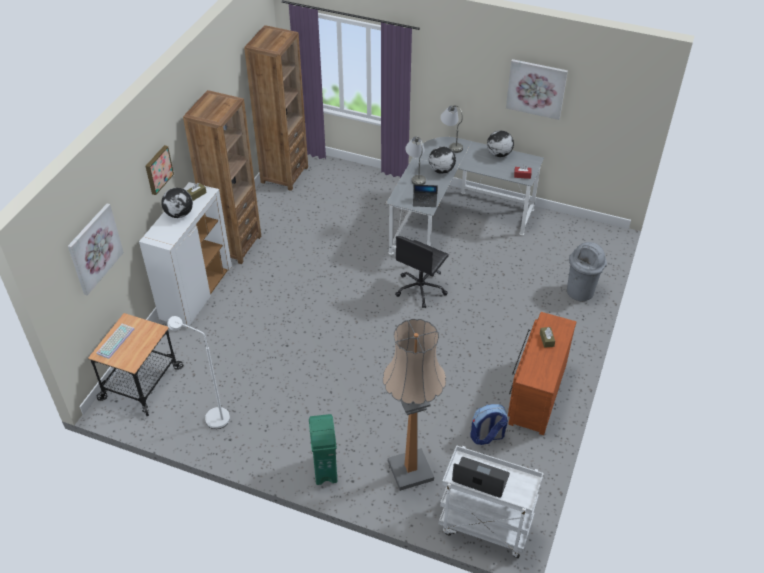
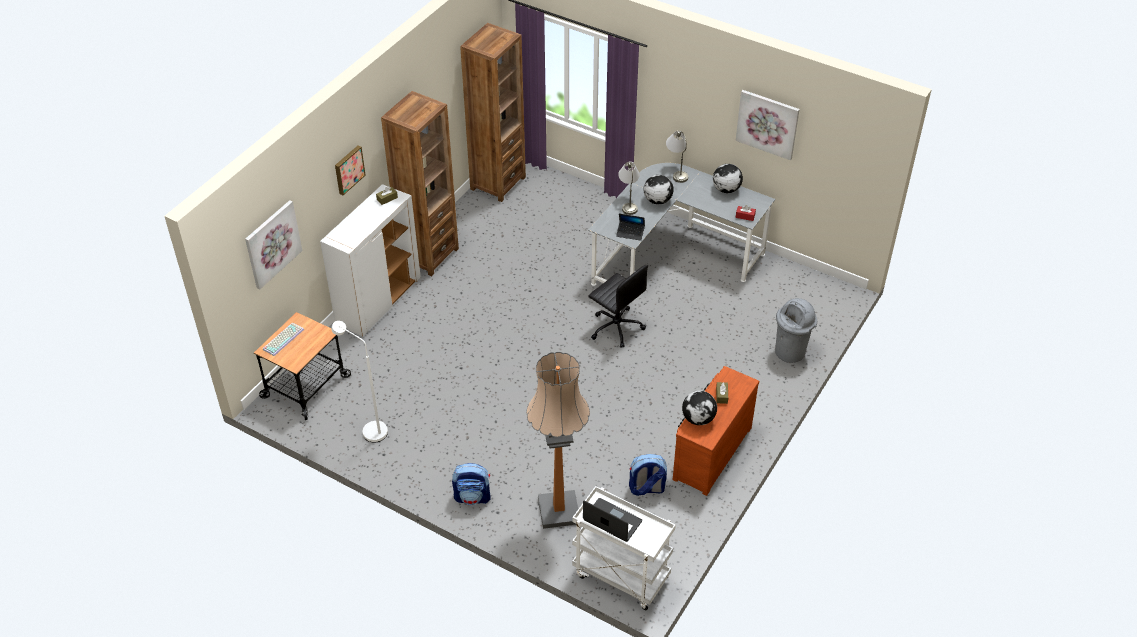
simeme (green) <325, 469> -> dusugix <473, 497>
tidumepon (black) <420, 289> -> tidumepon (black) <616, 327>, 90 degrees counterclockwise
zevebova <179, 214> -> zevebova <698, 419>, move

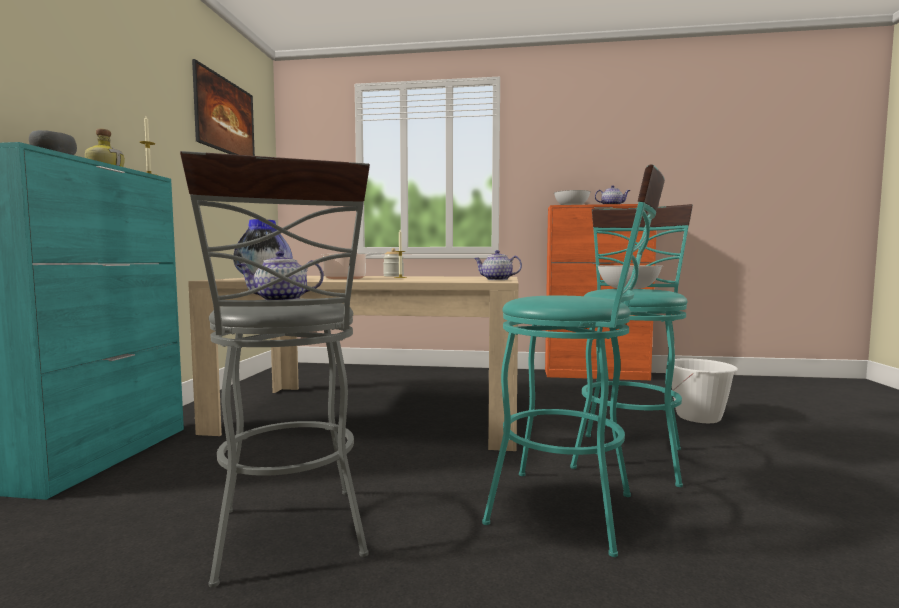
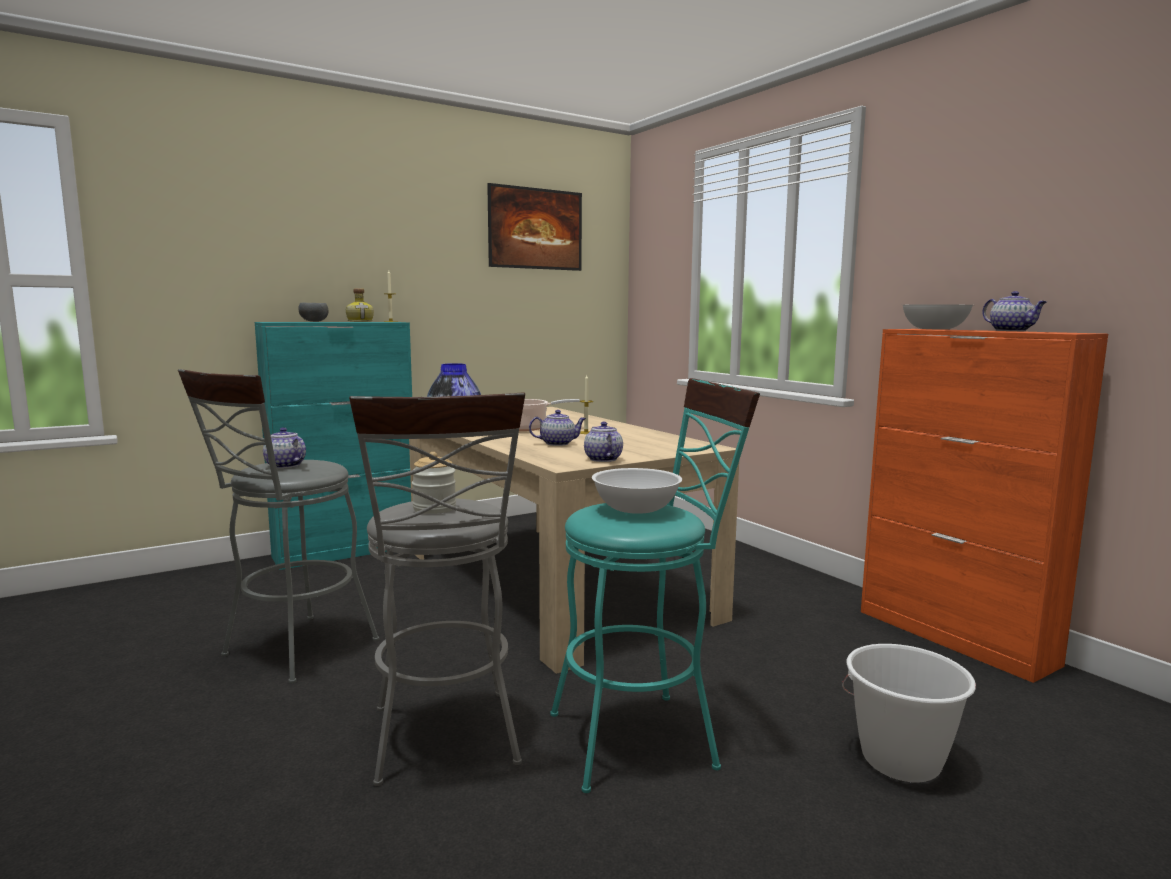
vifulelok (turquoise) <575, 511> -> vifulelok (grey) <446, 743>
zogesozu <393, 276> -> zogesozu <434, 508>, move
none -> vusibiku <558, 443>

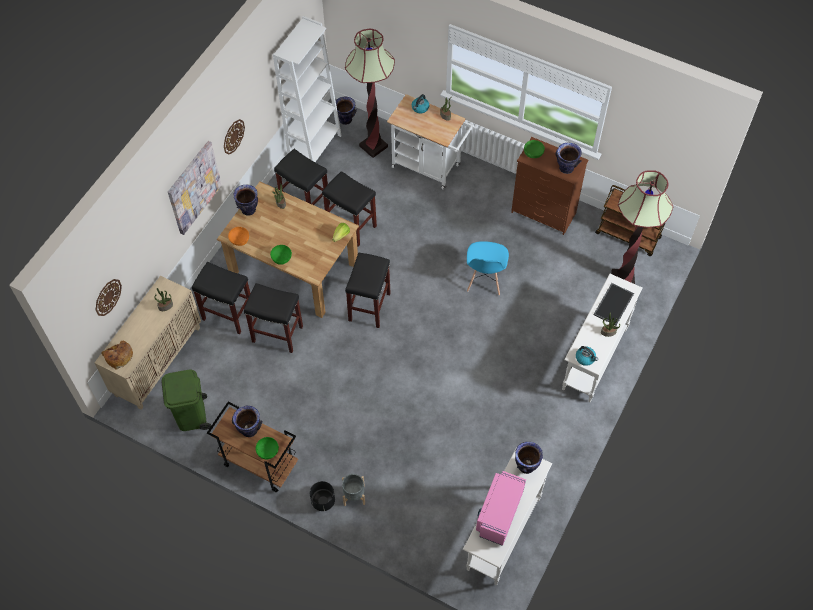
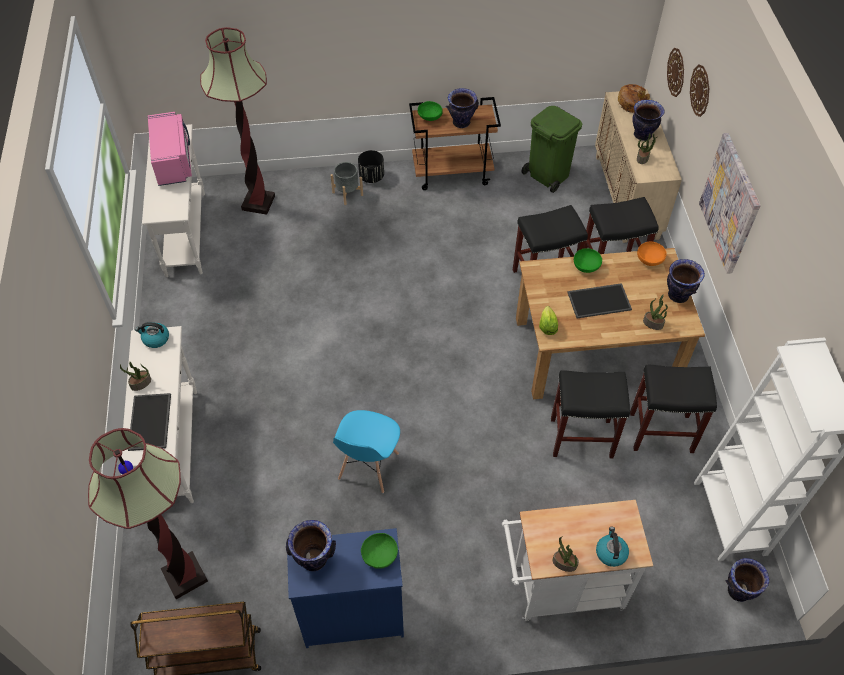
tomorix <373, 146> -> tomorix <258, 203>, move
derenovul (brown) <544, 213> -> derenovul (blue) <352, 616>
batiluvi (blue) <484, 280> -> batiluvi (blue) <368, 467>, 135 degrees counterclockwise
none -> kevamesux <599, 300>
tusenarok <526, 466> -> tusenarok <643, 135>, move
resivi <233, 136> -> resivi <700, 90>, move
vifulelok (black) <369, 307> -> none

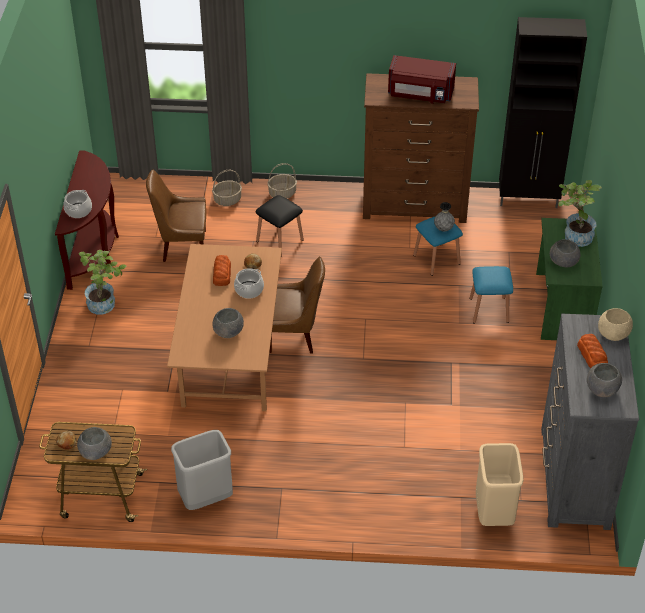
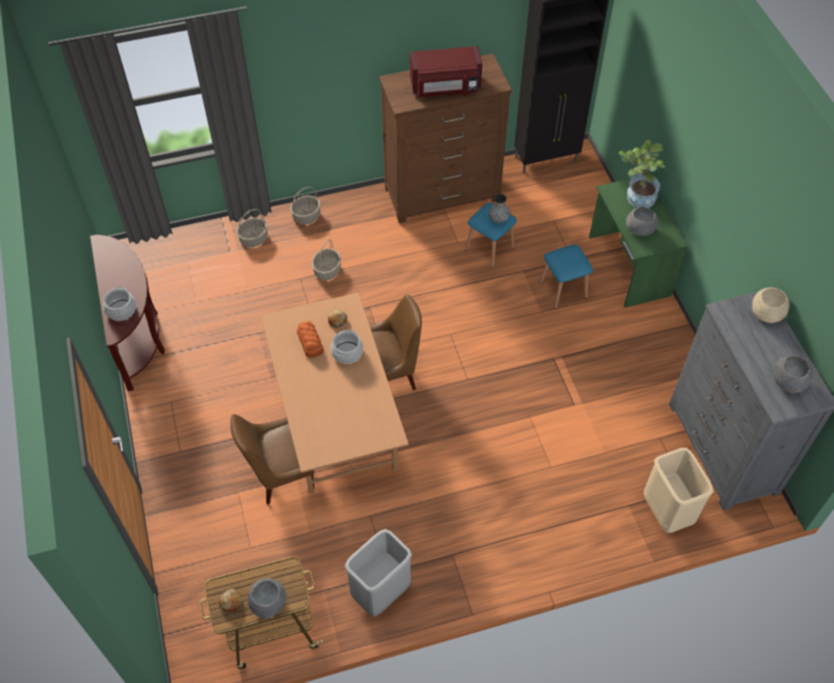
batiluvi (brown) <182, 246> -> batiluvi (brown) <279, 474>, move
vifulelok (black) <280, 240> -> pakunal <327, 270>
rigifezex <105, 303> -> none
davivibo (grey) <228, 332> -> none
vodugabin <592, 355> -> none

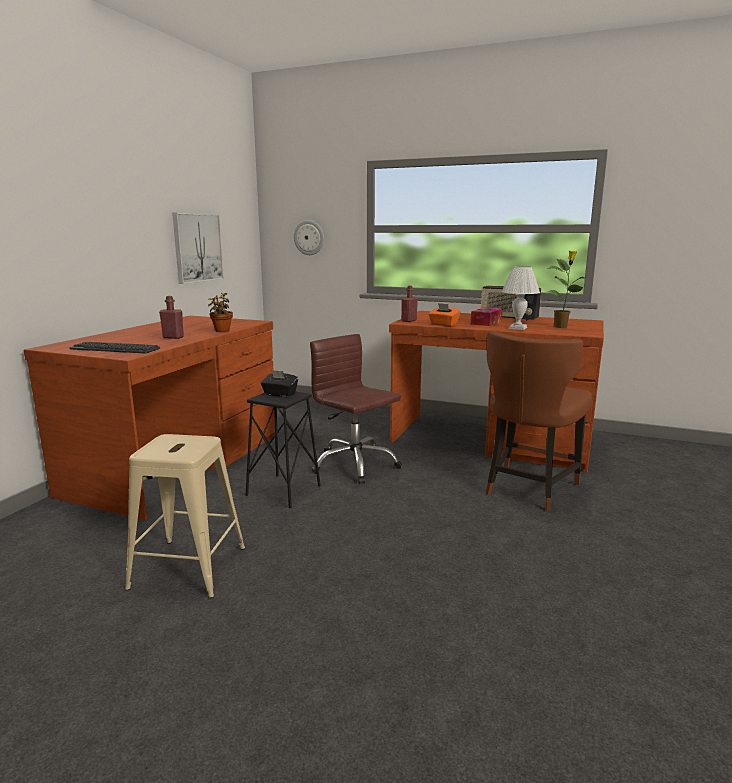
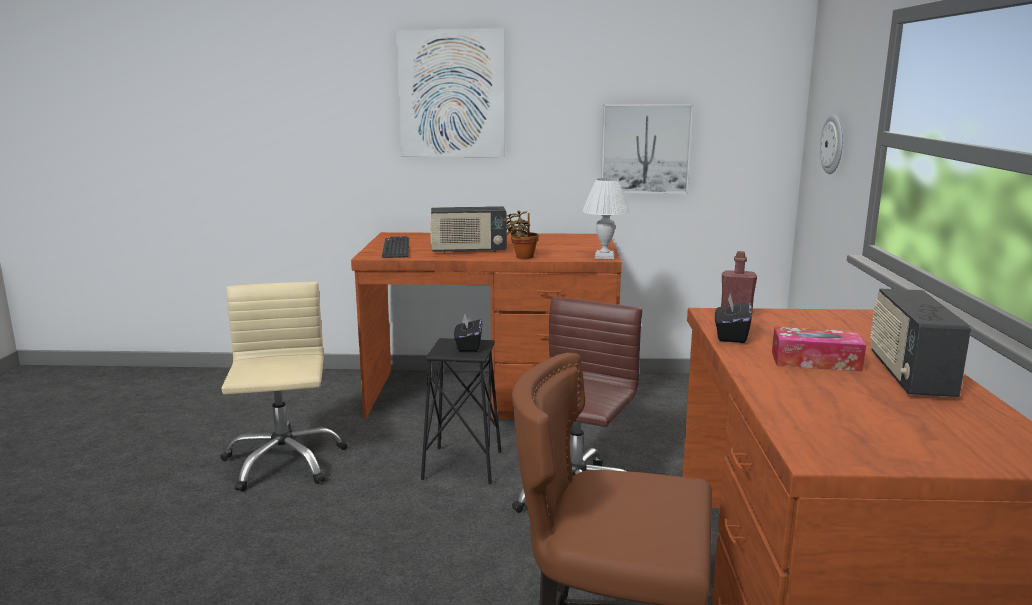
vifulelok (beige) <189, 568> -> tidumepon (beige) <283, 462>
none -> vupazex <452, 94>
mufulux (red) <173, 337> -> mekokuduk <468, 251>
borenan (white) <517, 328> -> borenan (white) <604, 256>, move
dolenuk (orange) <443, 325> -> dolenuk (black) <731, 336>
rigifezex <561, 327> -> none

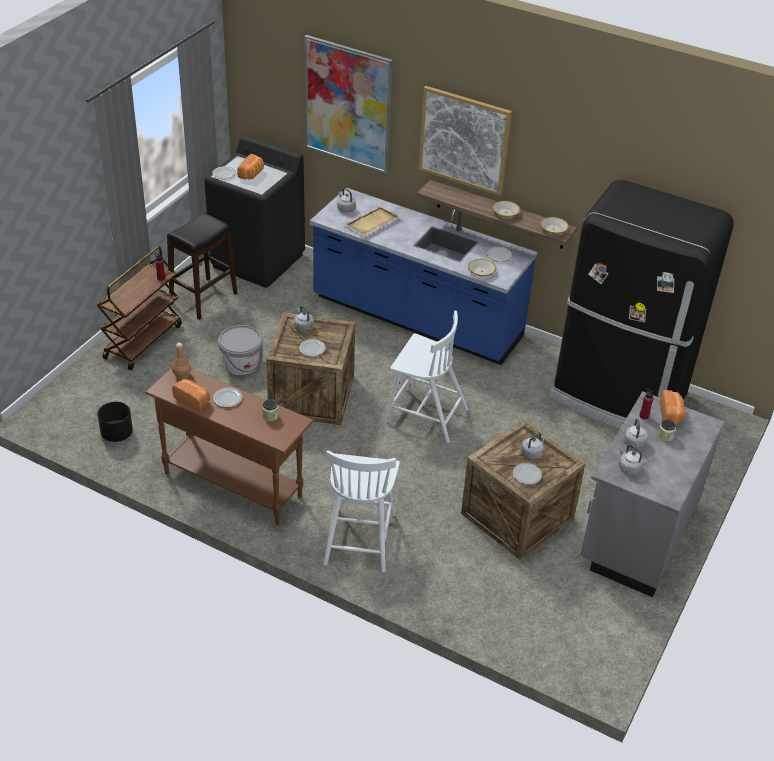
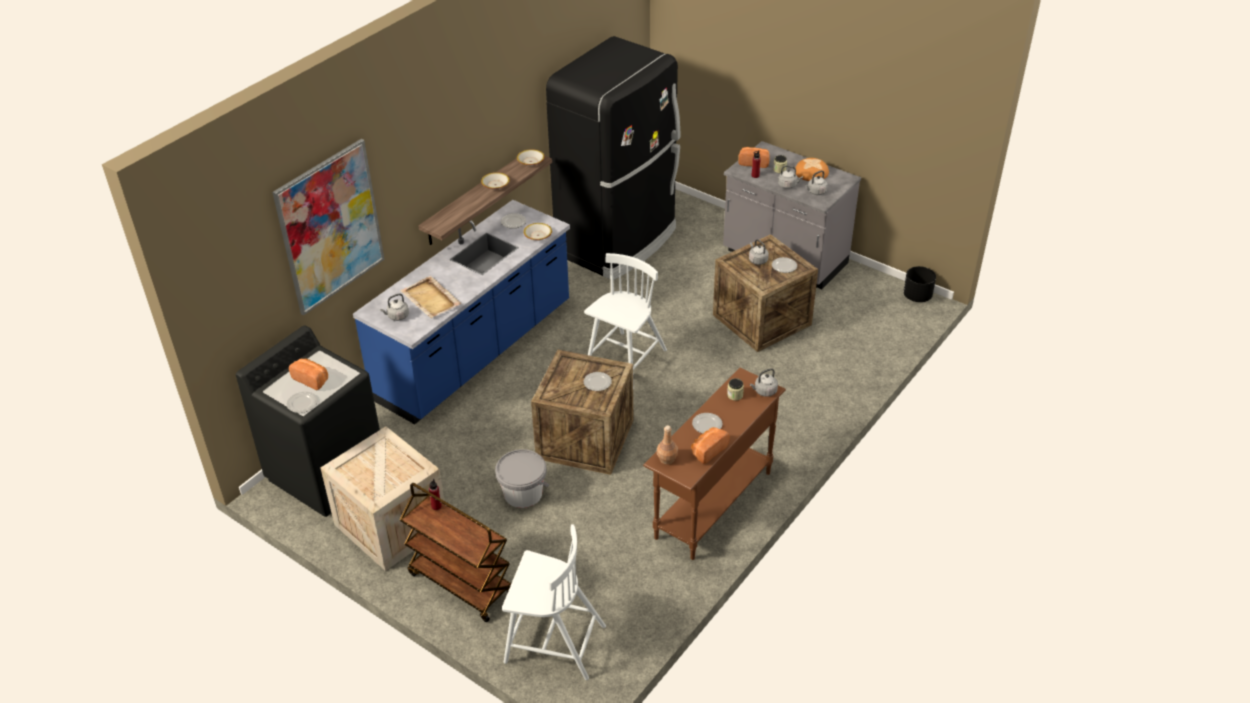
vifulelok (black) <203, 298> -> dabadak <389, 525>
batiluvi (white) <359, 537> -> batiluvi (white) <553, 643>, move
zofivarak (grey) <303, 327> -> zofivarak (grey) <764, 391>, move
none -> vodugabin <811, 173>
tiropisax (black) <116, 434> -> tiropisax (black) <917, 296>, move
vupazex <464, 140> -> none

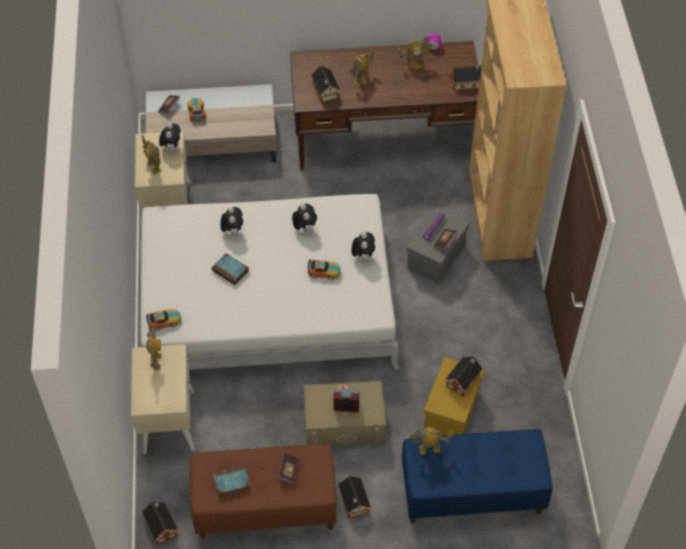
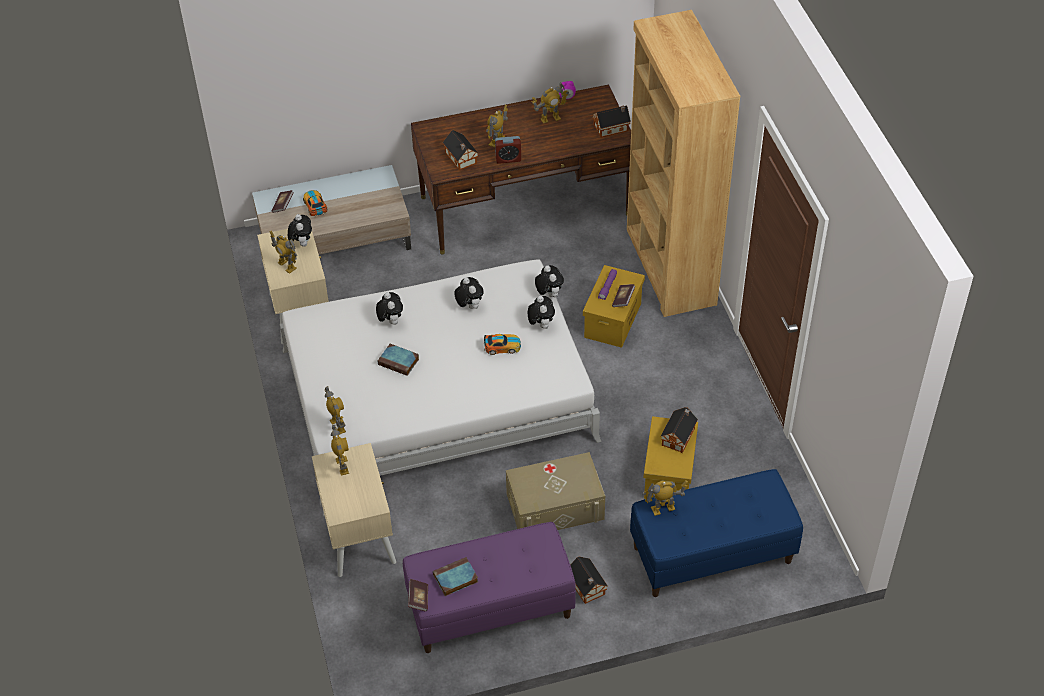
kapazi <164, 321> -> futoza <338, 425>
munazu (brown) <265, 508> -> munazu (purple) <489, 609>
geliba <288, 471> -> geliba <418, 599>, move
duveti <346, 406> -> duveti <508, 159>, move
none -> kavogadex <549, 294>
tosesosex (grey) <436, 256> -> tosesosex (yellow) <612, 319>
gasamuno <161, 525> -> none

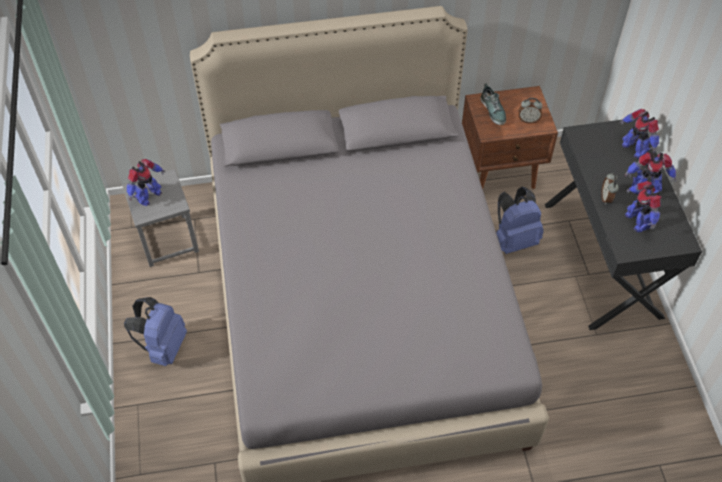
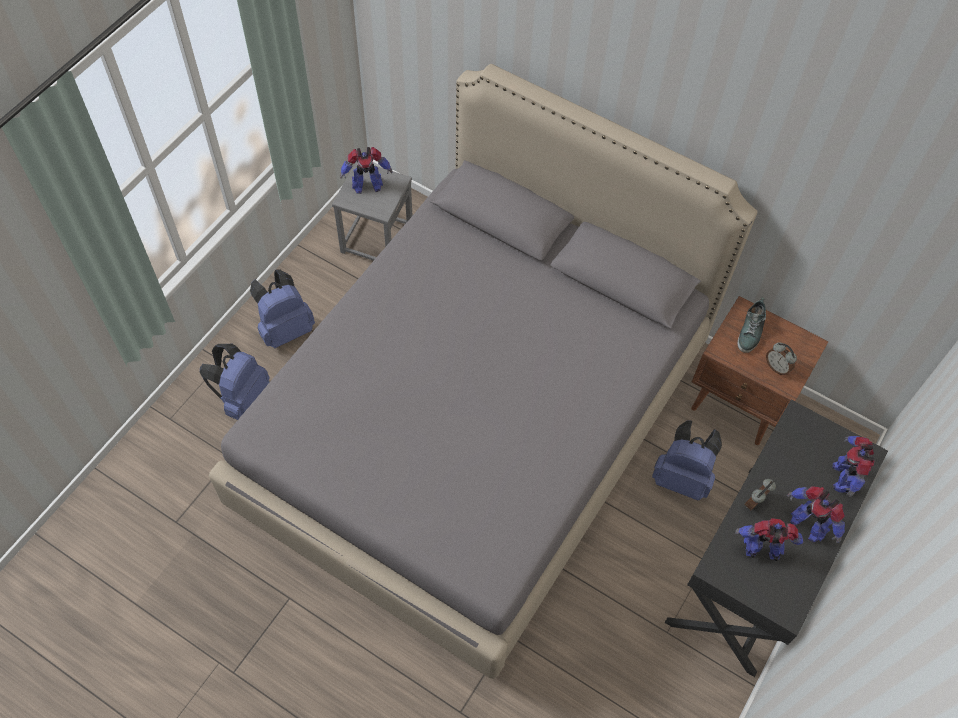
none -> dusugix (blue) <243, 399>
futoza <637, 220> -> futoza <762, 550>, 75 degrees clockwise

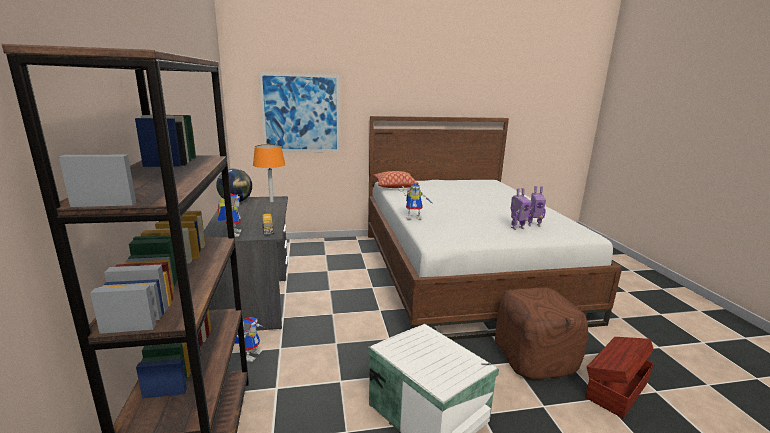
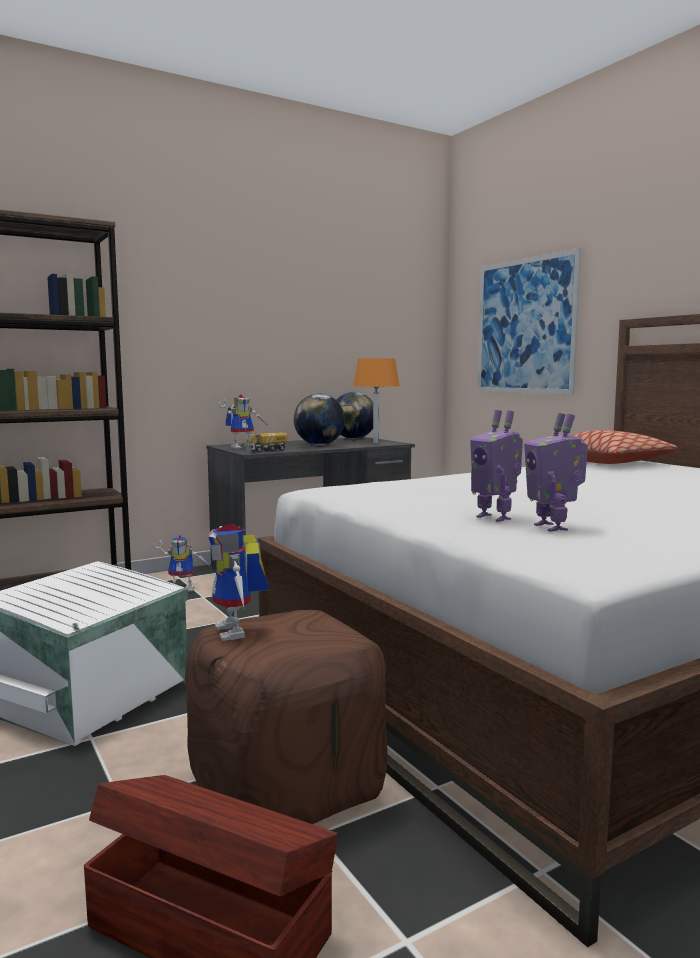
futoza <414, 217> -> futoza <238, 632>, move
none -> zevebova <319, 445>

